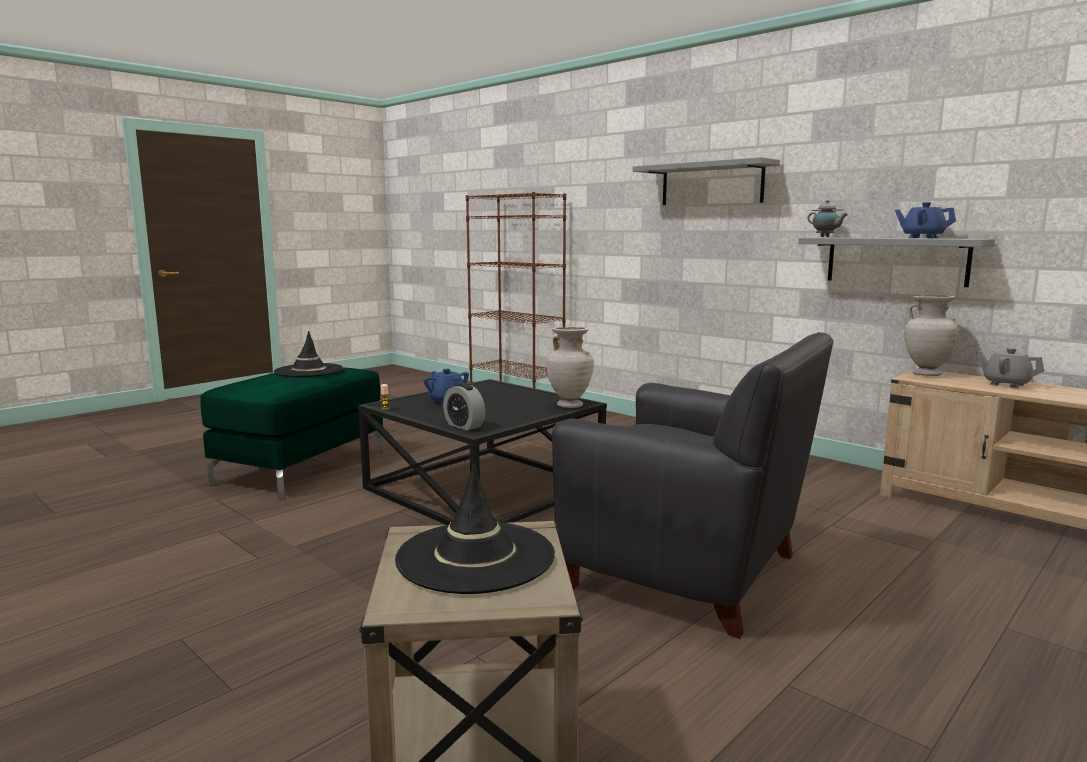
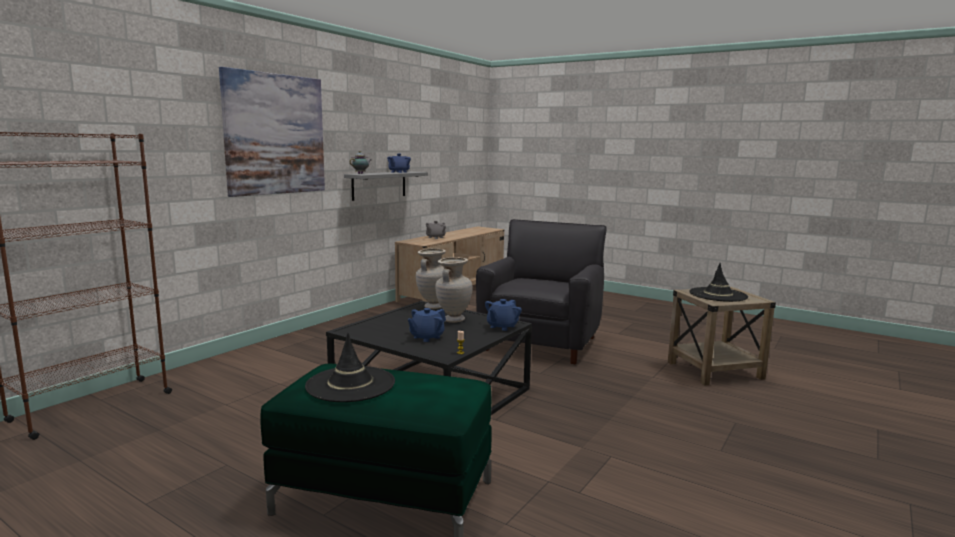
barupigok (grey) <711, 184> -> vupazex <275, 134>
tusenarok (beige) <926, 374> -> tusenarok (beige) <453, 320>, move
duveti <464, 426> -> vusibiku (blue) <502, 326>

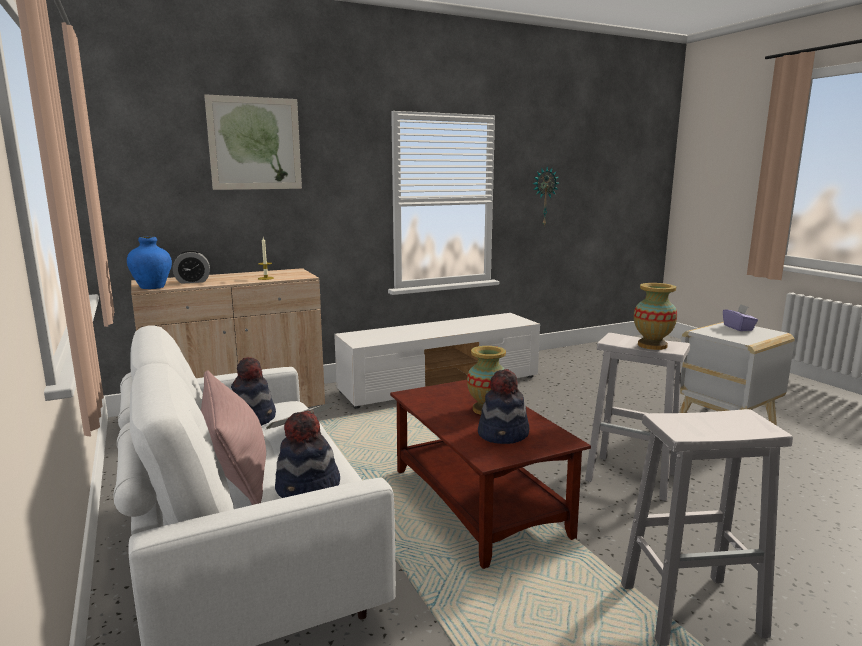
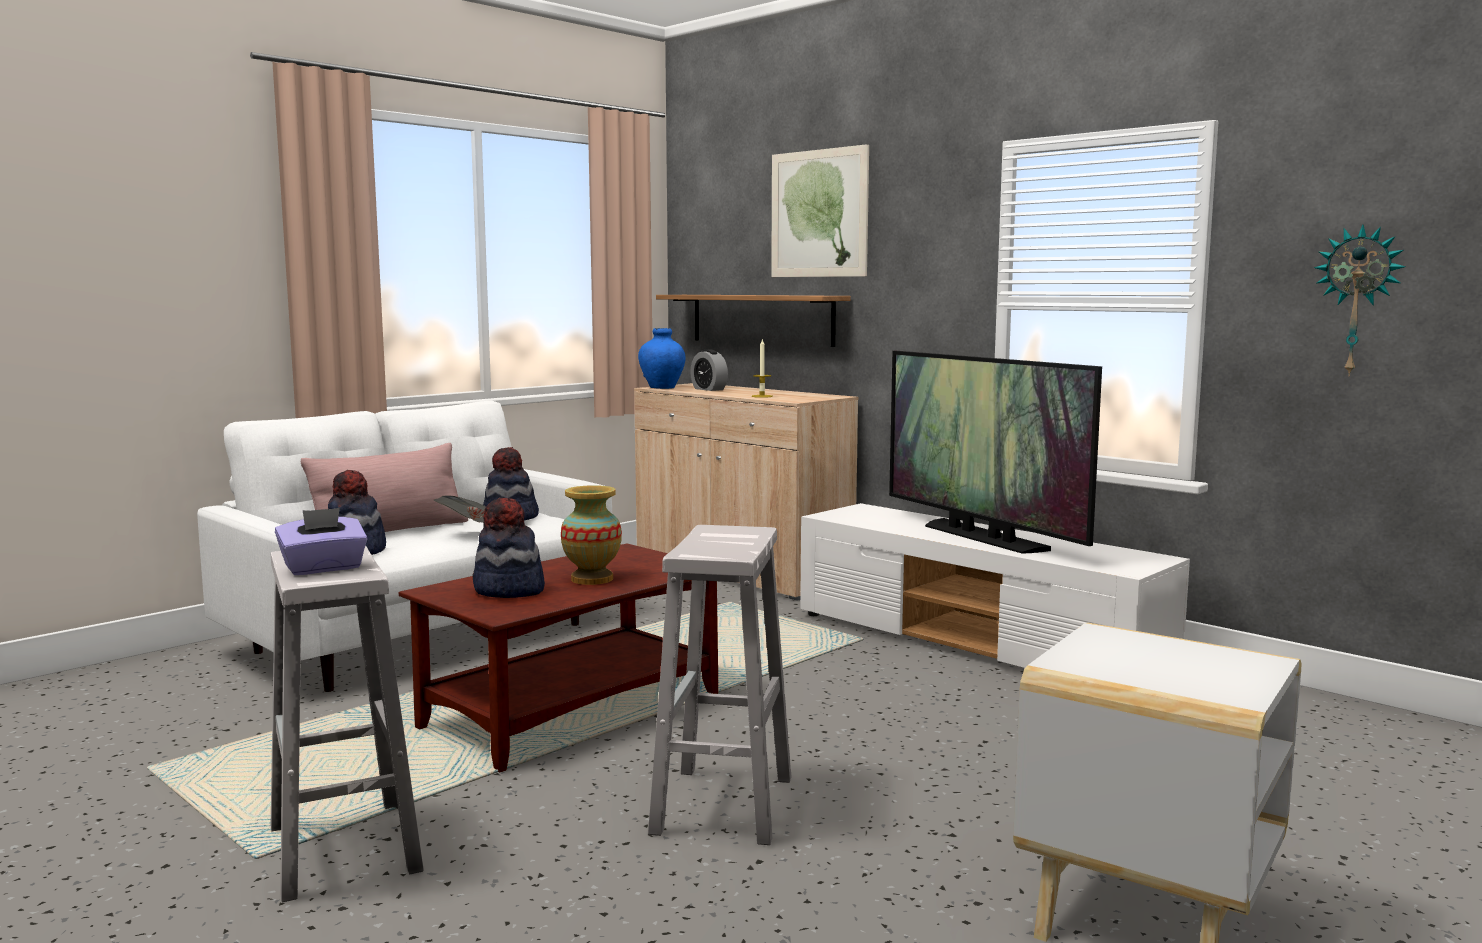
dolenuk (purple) <738, 328> -> dolenuk (purple) <323, 568>, move
none -> barupigok <761, 319>
none -> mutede <982, 537>
tusenarok <652, 345> -> none

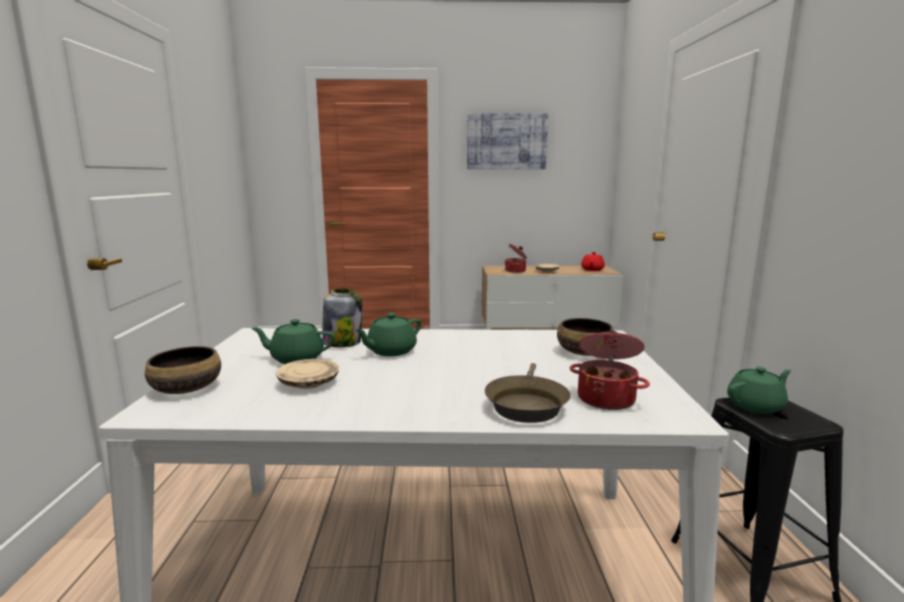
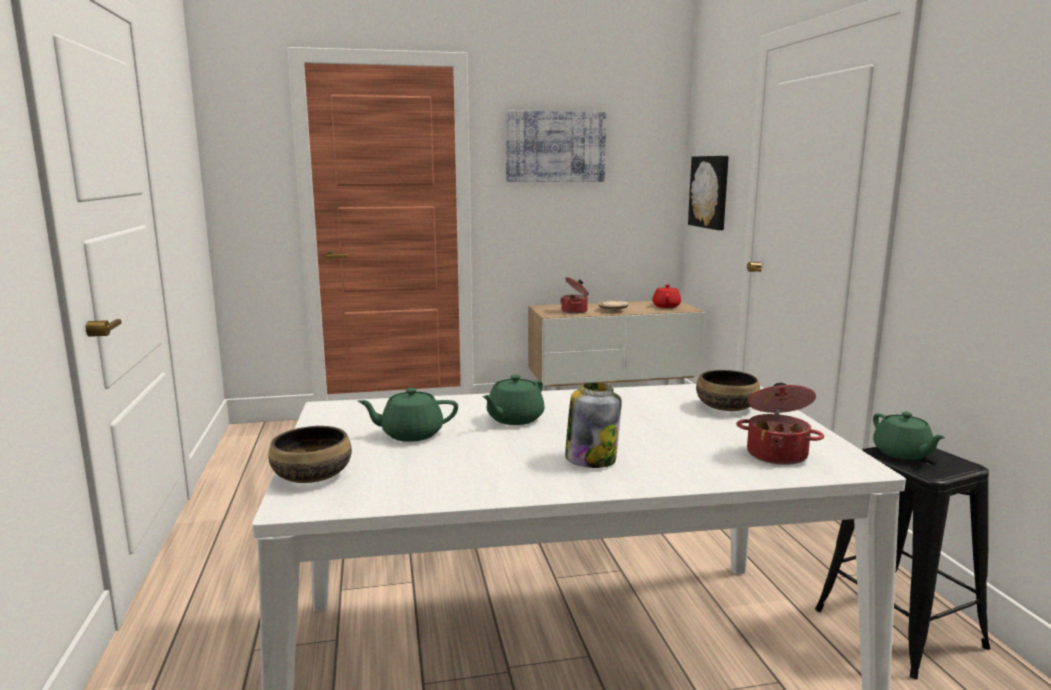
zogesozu <342, 342> -> zogesozu <591, 459>, move
none -> vupazex <710, 192>
vusibiku (green) <756, 406> -> vusibiku (green) <902, 453>, 105 degrees clockwise
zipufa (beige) <309, 383> -> none
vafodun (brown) <526, 404> -> none

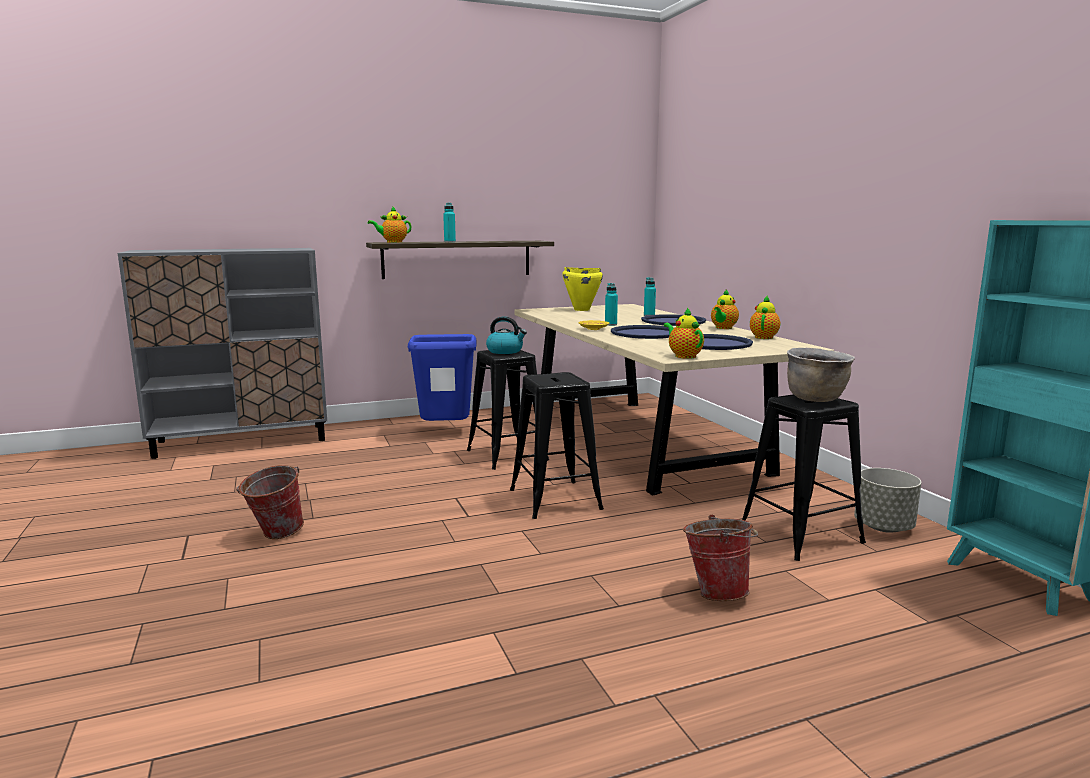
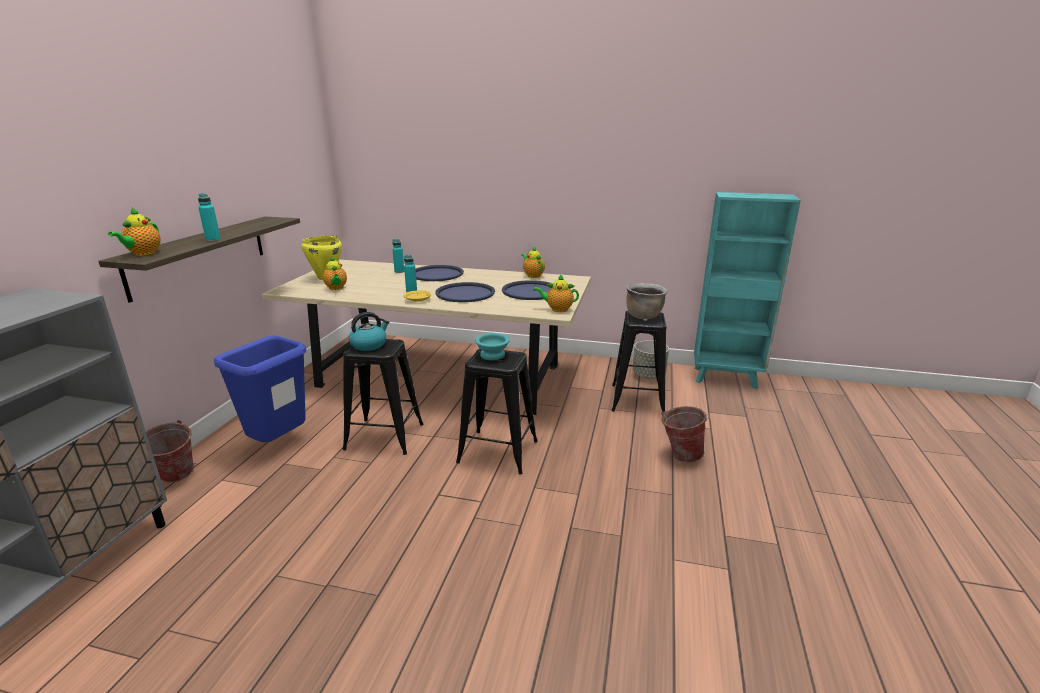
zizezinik <274, 535> -> zizezinik <175, 478>, move
vusibiku <723, 328> -> vusibiku <336, 288>, move
none -> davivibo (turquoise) <491, 355>

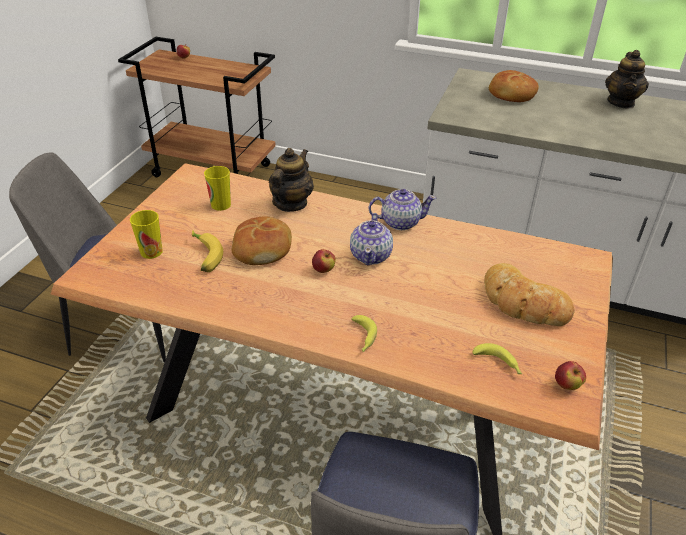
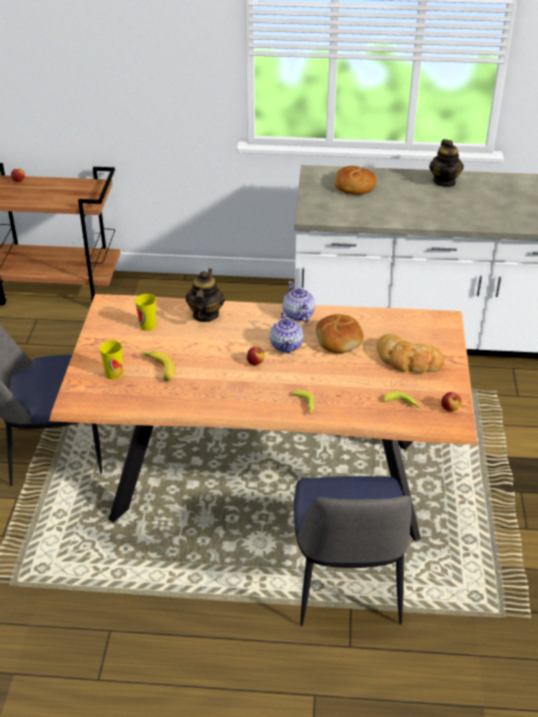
vusibiku <400, 222> -> vusibiku <298, 315>, 90 degrees counterclockwise
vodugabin <263, 249> -> vodugabin <339, 340>, move

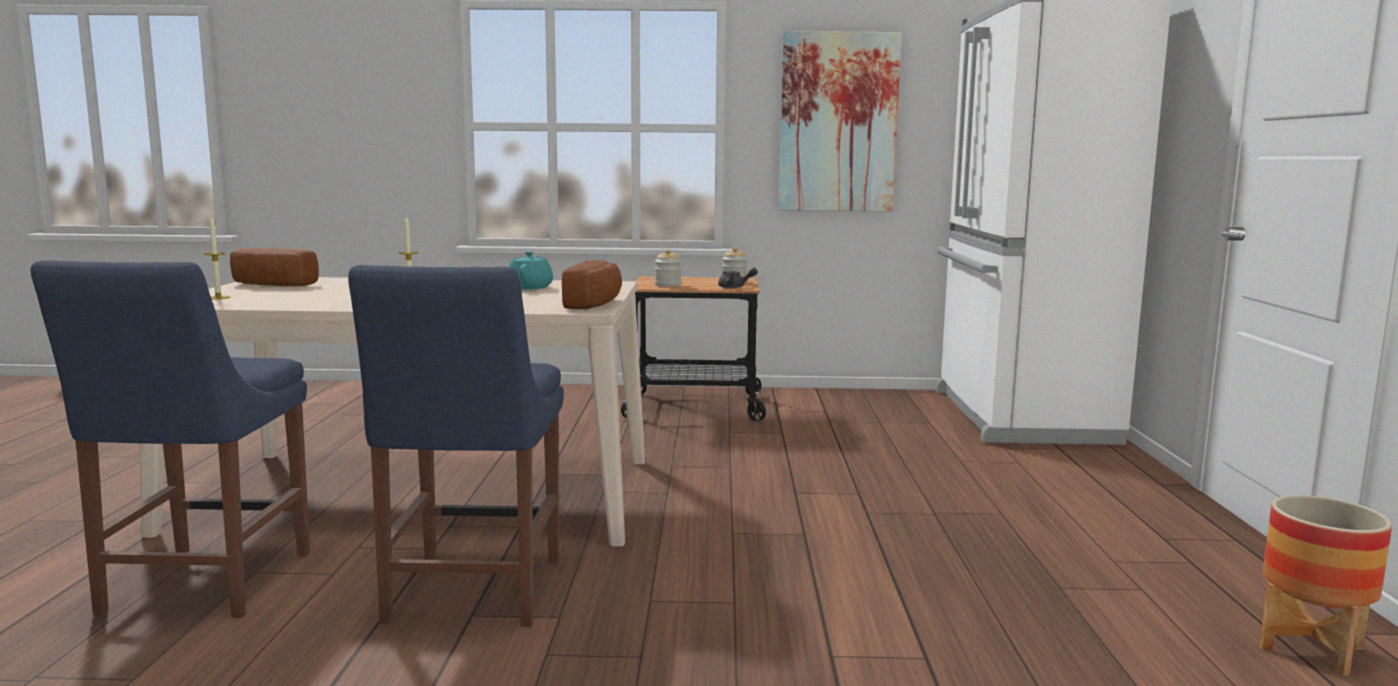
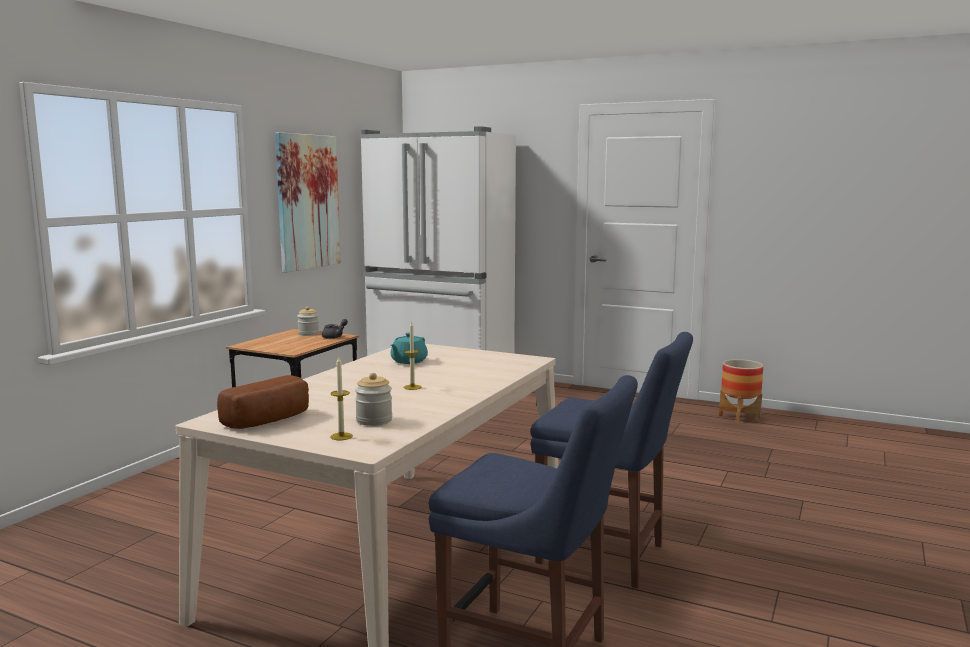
zogesozu <668, 285> -> zogesozu <374, 420>, move
vusibiku (turquoise) <530, 287> -> vusibiku (turquoise) <408, 361>, 90 degrees counterclockwise
vodugabin <596, 304> -> none

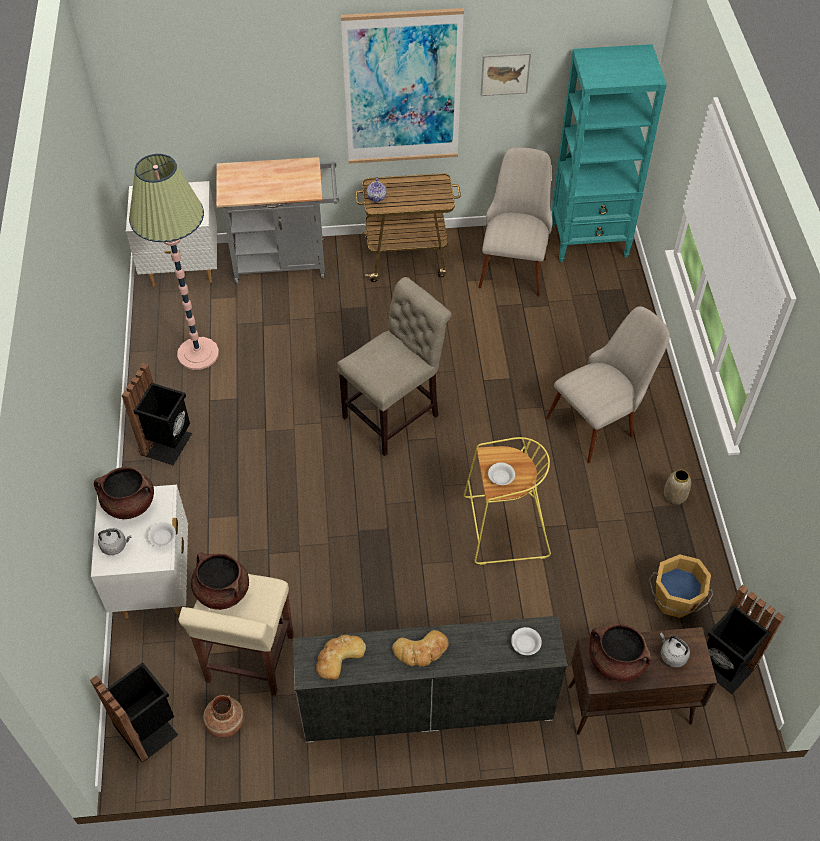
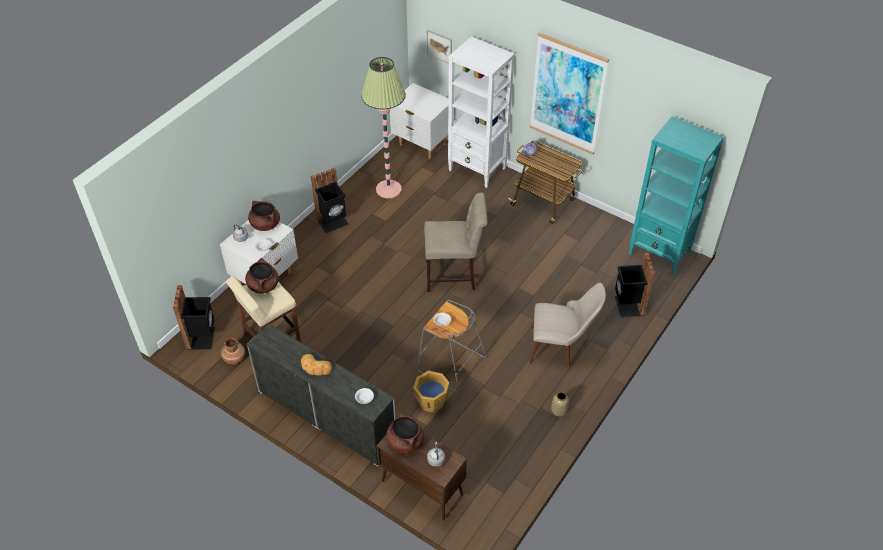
zizezinik (orange) <675, 600> -> zizezinik (orange) <431, 401>, move
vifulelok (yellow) <504, 528> -> vifulelok (grey) <450, 364>
vupazex <505, 73> -> vupazex <439, 46>, move
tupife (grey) <286, 261> -> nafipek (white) <477, 169>
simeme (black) <723, 667> -> simeme (black) <627, 306>, move
vodugabin <338, 657> -> none
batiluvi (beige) <514, 263> -> none

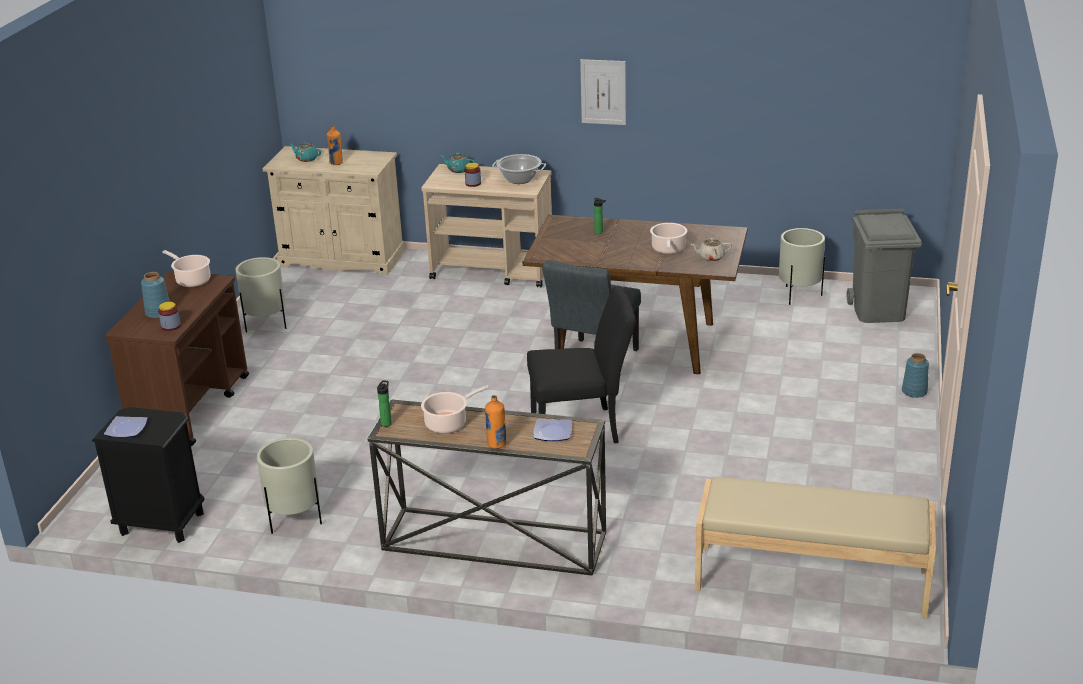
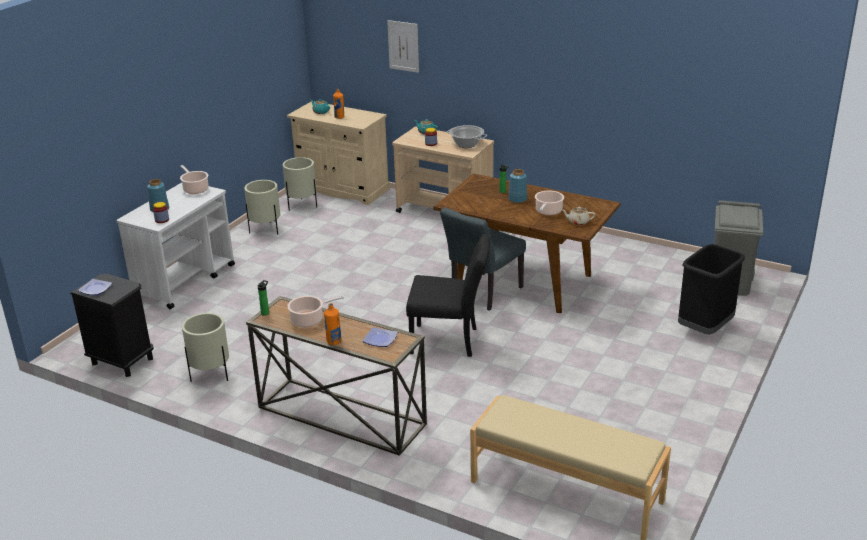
tupife (brown) <191, 406> -> tupife (white) <185, 281>
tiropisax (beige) <799, 295> -> tiropisax (beige) <302, 205>, move
vupazex <603, 92> -> vupazex <403, 46>, move
tusenarok (blue) <913, 392> -> tusenarok (blue) <517, 199>, move
none -> simeme (black) <705, 328>

